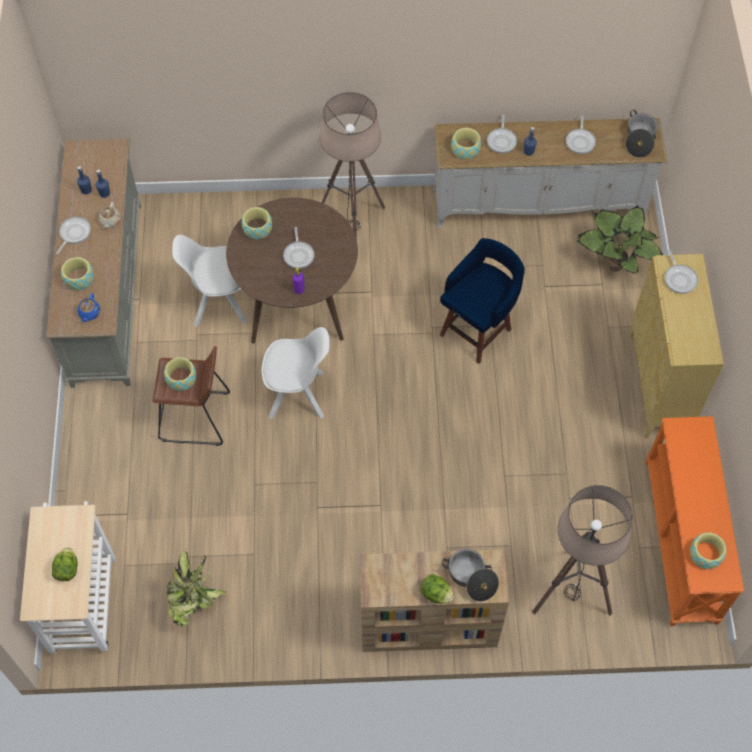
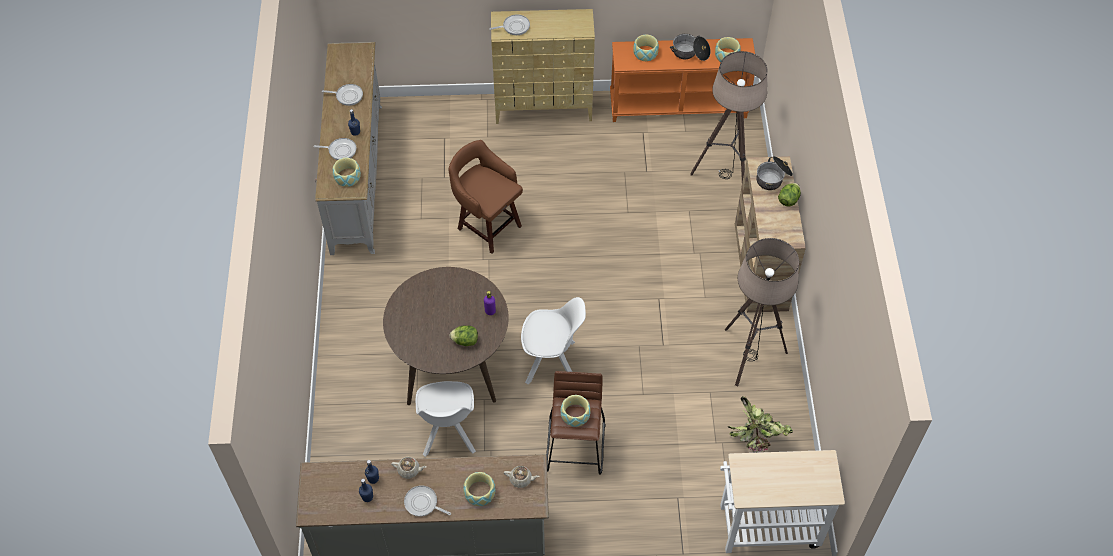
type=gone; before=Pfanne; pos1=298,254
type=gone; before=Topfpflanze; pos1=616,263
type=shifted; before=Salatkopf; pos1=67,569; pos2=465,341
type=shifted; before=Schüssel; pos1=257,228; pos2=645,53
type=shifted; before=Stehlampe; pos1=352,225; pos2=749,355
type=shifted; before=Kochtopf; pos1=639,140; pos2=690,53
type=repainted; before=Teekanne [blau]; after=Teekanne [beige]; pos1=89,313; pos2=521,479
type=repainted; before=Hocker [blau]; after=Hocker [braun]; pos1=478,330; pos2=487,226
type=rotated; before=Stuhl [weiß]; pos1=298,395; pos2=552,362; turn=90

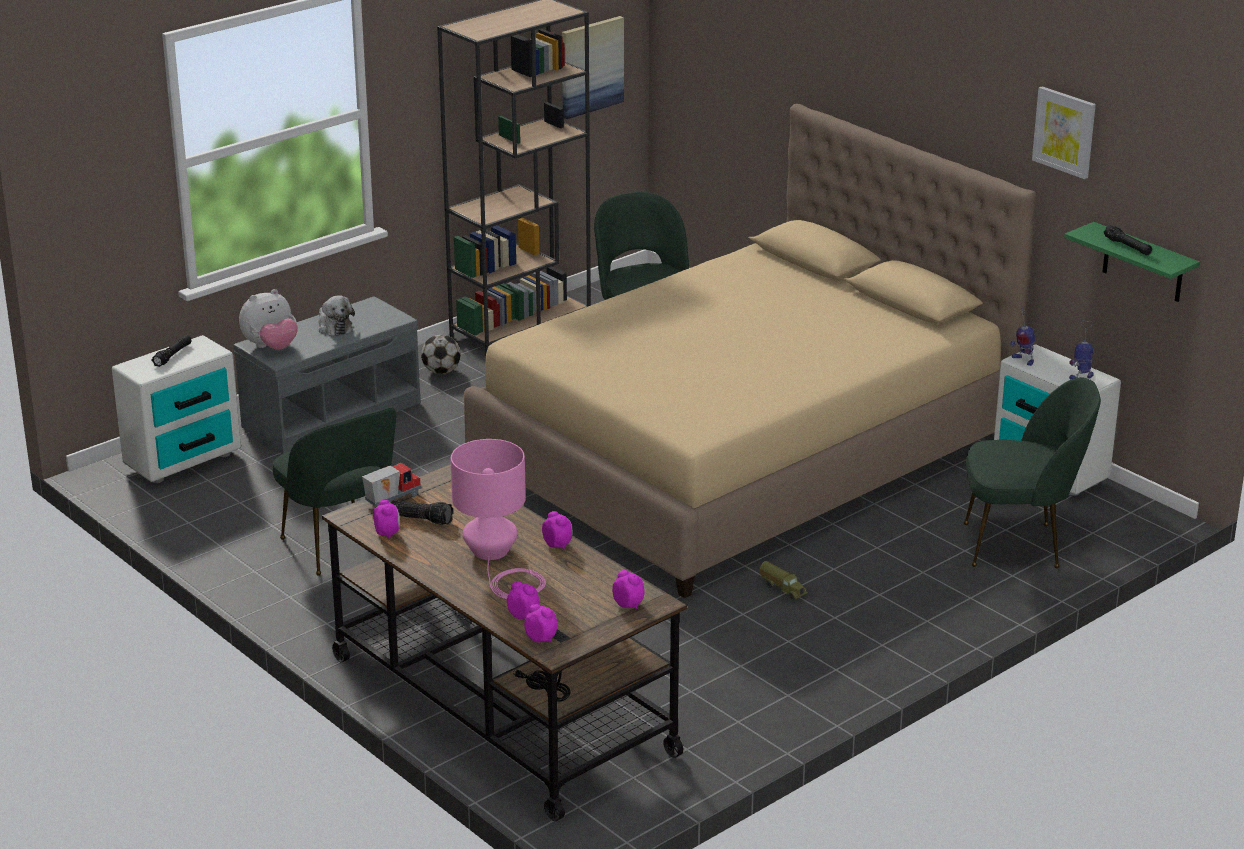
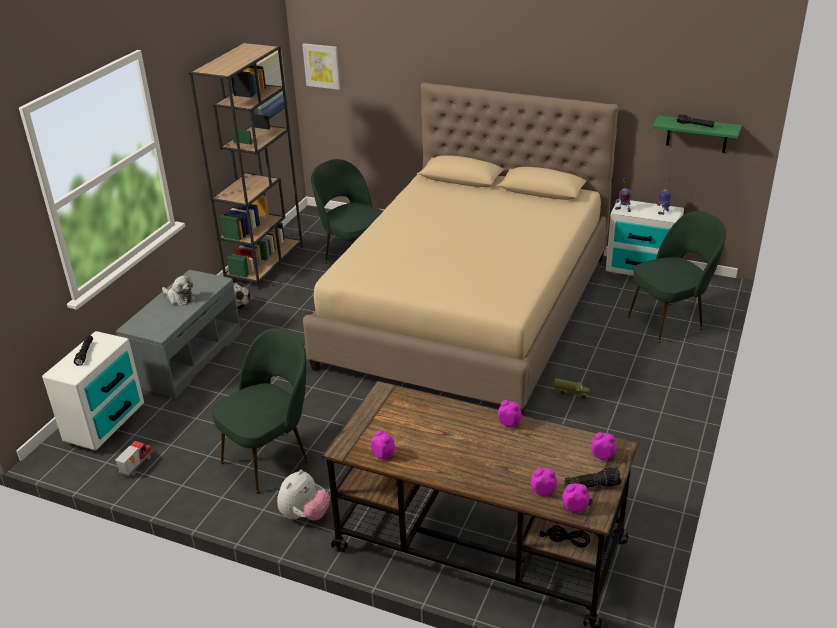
type=gone; before=Tischlampe [rosa]; pos1=500,564
type=shifted; before=Plüschtier; pos1=271,347; pos2=305,515
type=shifted; before=Spielzeuglaster; pos1=391,499; pos2=135,465
type=shifted; before=Taschenlampe; pos1=422,519; pos2=592,485
type=shifted; before=Bild; pos1=1065,132; pos2=322,66
type=rotated; before=Stuhl [grün]; pos1=341,550; pos2=271,459; turn=-75

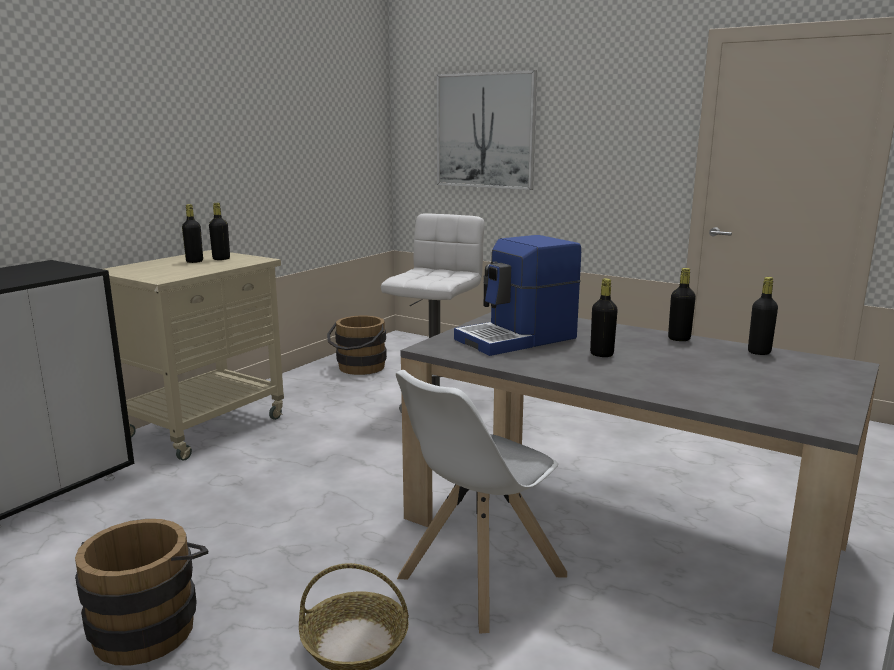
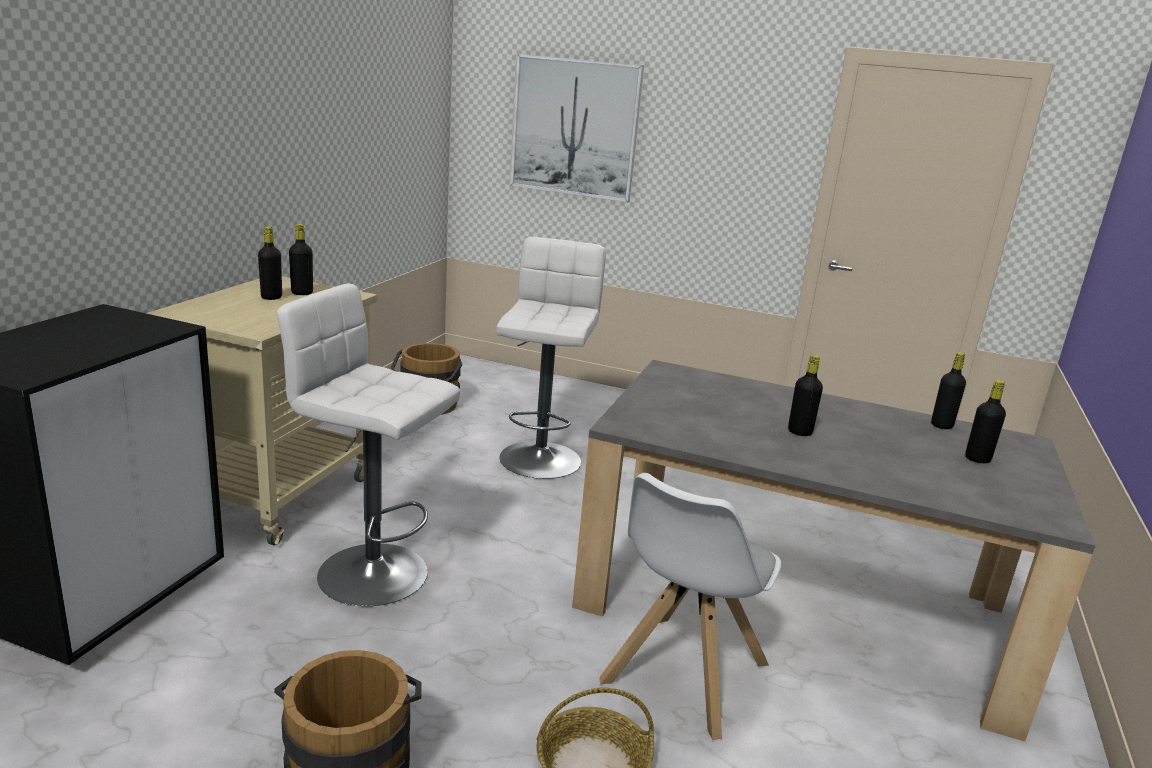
type=gone; before=Kaffeemaschine; pos1=518,339
type=new; after=Hocker [weiß]; pos2=372,573
type=shifted; before=Flasche [schwarz]; pos1=679,339; pos2=977,459

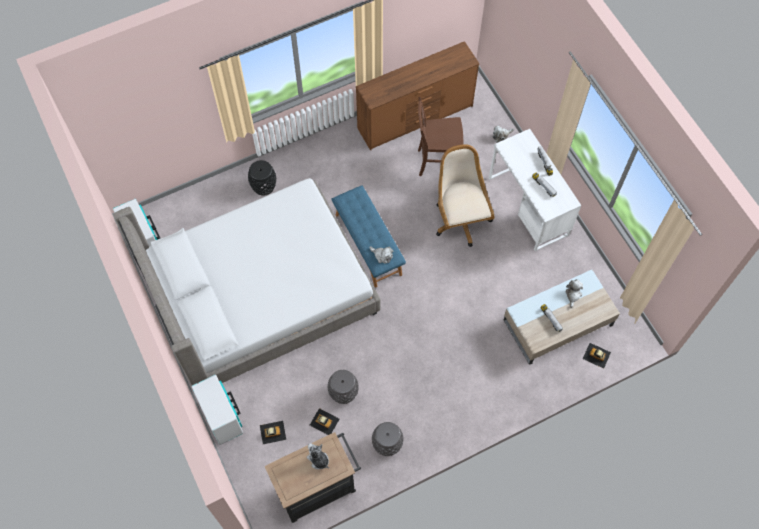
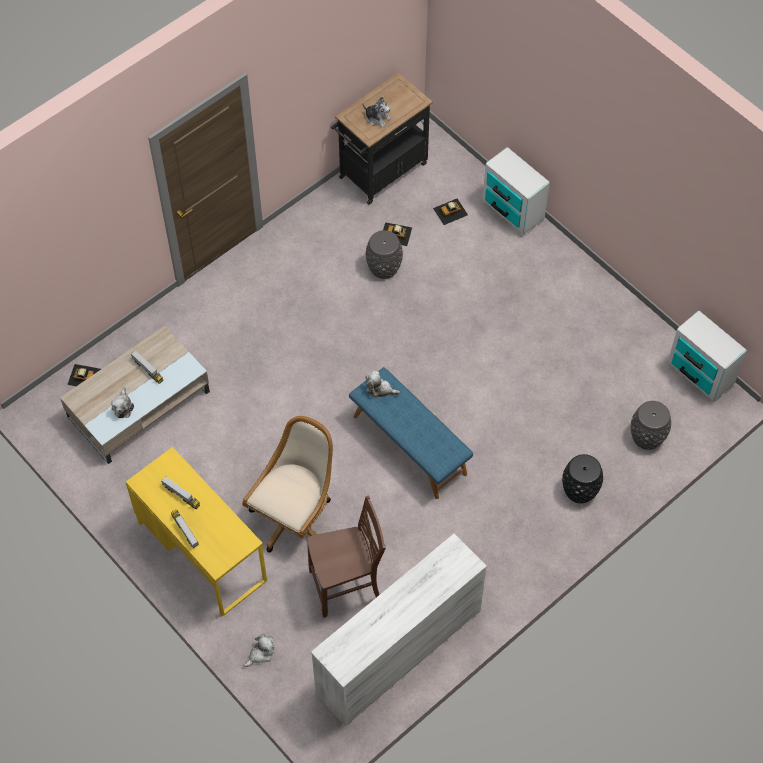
type=gone; before=Bett; pos1=261,292
type=shifted; before=Hocker [grau]; pos1=387,444; pos2=647,436
type=repainted; before=Kommode [braun]; after=Kommode [weiß]; pos1=416,118; pos2=397,651
type=repainted; before=Schreibtisch [weiß]; after=Schreibtisch [gelb]; pos1=528,206; pos2=202,551
type=rotated; before=Bürostuhl; pos1=460,216; pos2=294,513; turn=-120

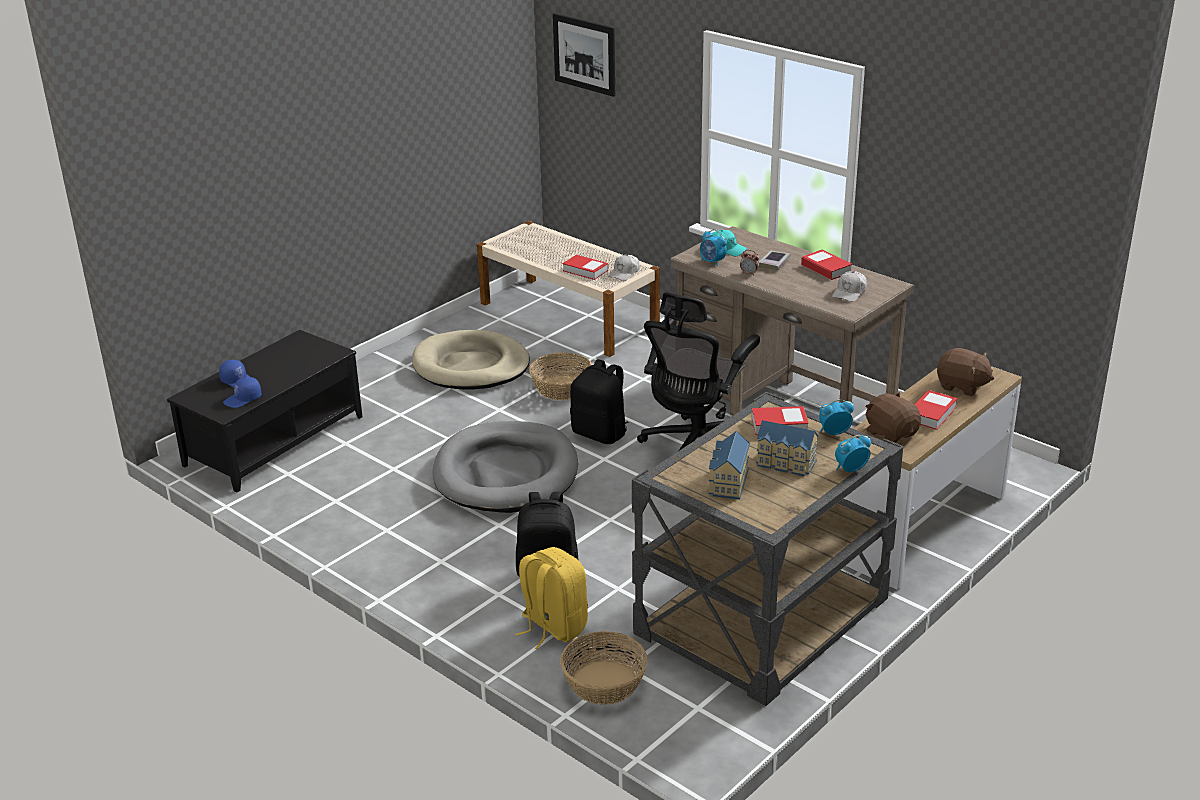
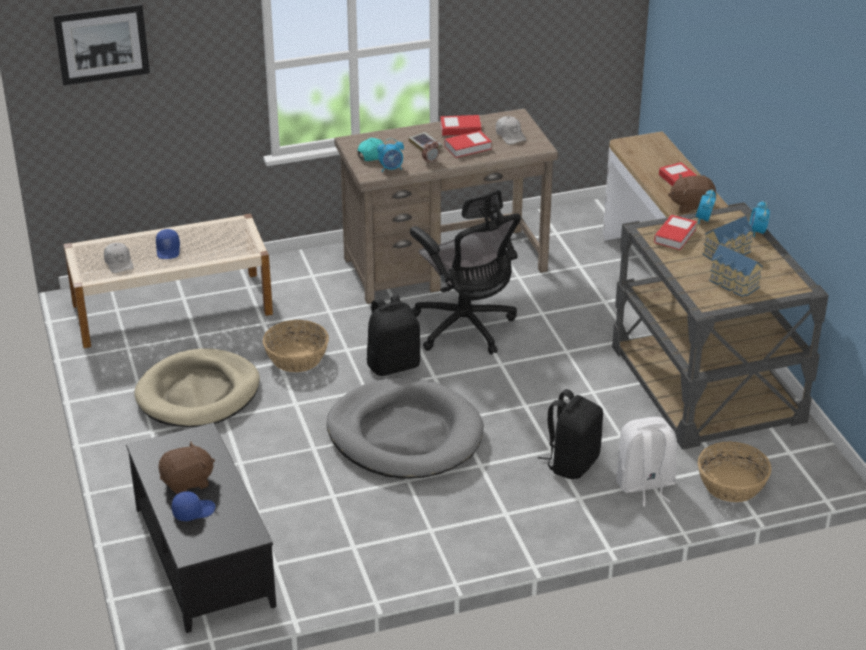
type=shifted; before=Kappe [blau]; pos1=243,399; pos2=168,250
type=shifted; before=Buch; pos1=585,270; pos2=468,147
type=shifted; before=Kappe [weiß]; pos1=624,273; pos2=119,263
type=shifted; before=Plüschtier [braun]; pos1=962,386; pos2=187,482
type=repainted; before=Rucksack [gelb]; after=Rucksack [weiß]; pos1=552,627; pos2=645,485

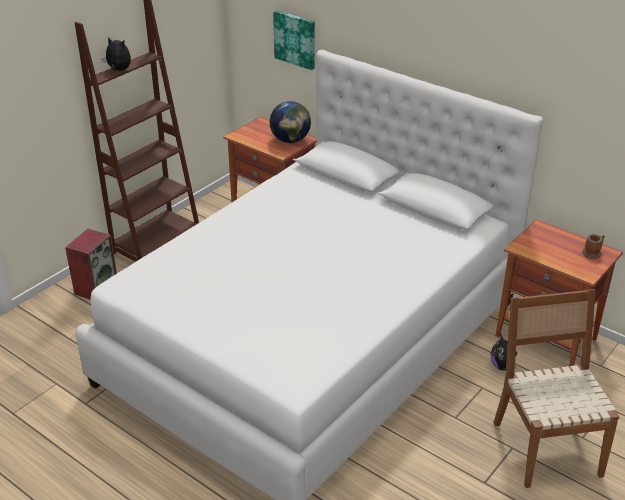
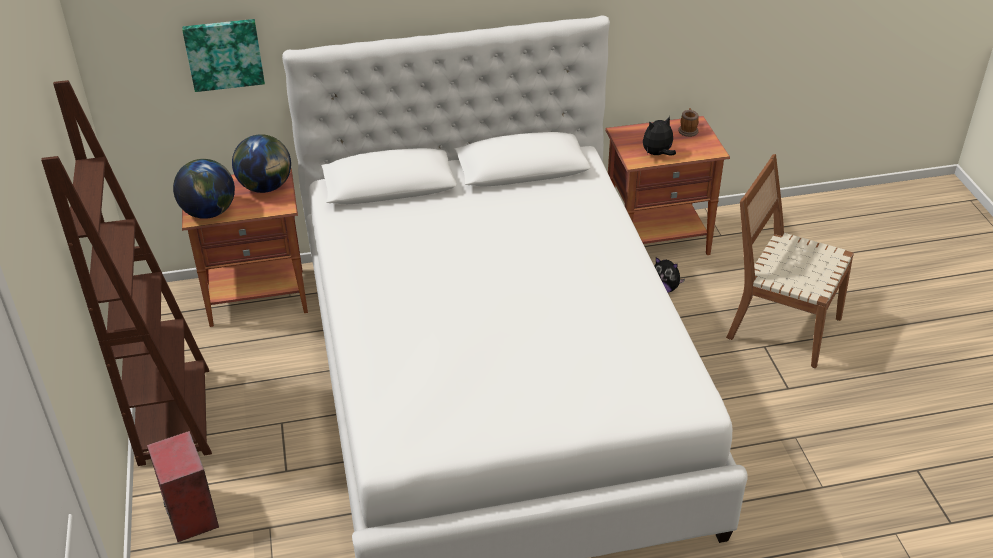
type=new; after=Globus; pos2=209,212
type=shifted; before=Plüschtier; pos1=118,70; pos2=657,154

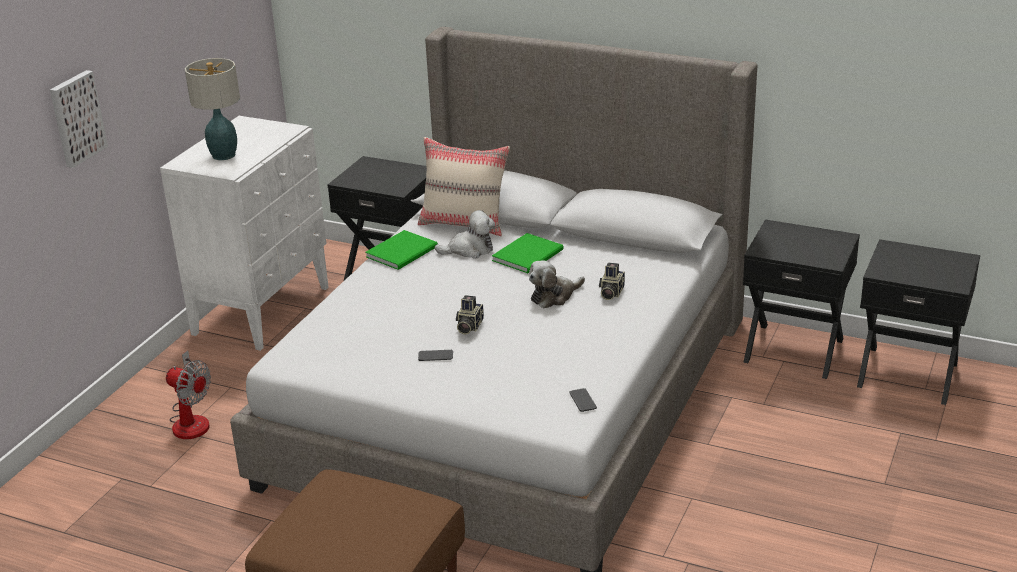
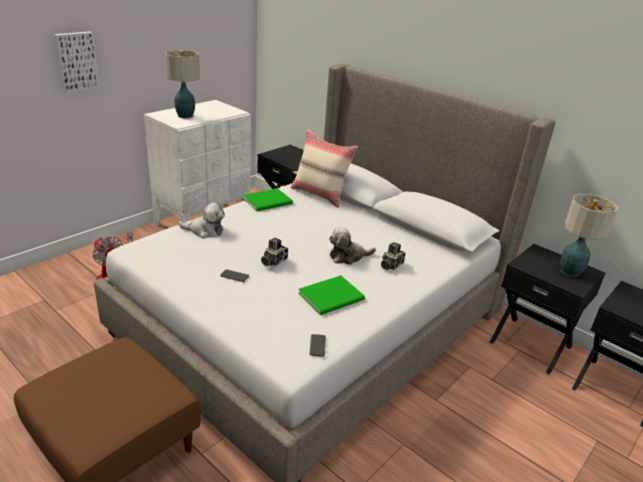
type=new; after=Tischlampe; pos2=570,271
type=shifted; before=Plüschtier; pos1=469,250; pos2=205,231
type=shifted; before=Buch [grün]; pos1=530,255; pos2=333,297

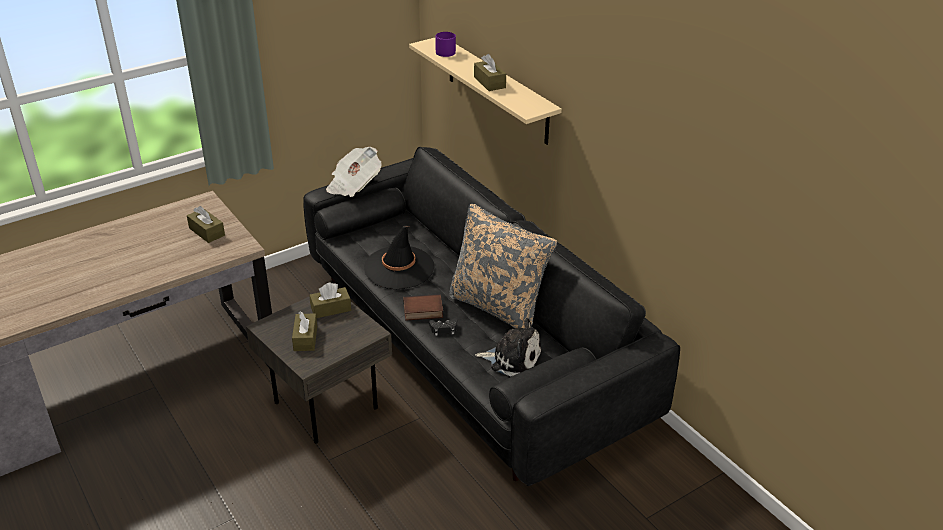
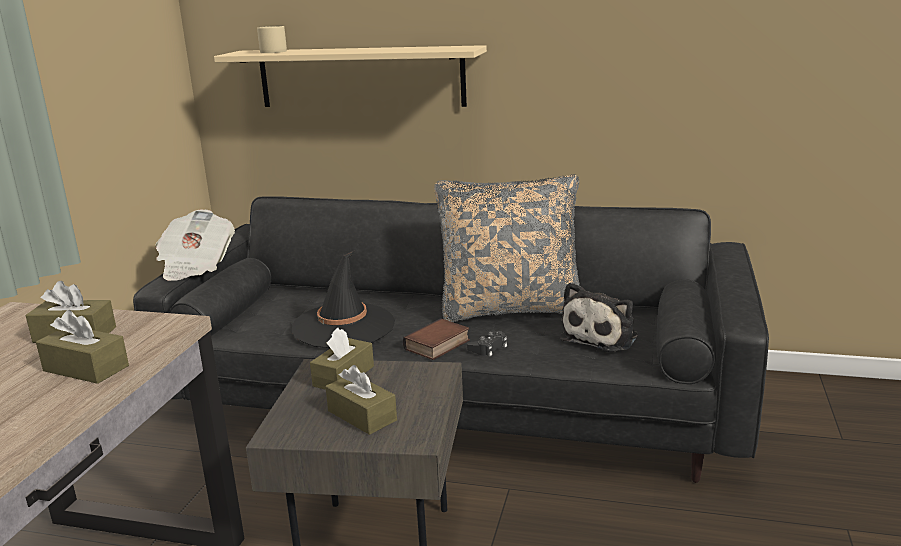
type=shifted; before=Taschentuchbox [braun]; pos1=489,82; pos2=86,368
type=repainted; before=Henkelbecher [lila]; after=Henkelbecher [beige]; pos1=445,51; pos2=271,51
type=rotated; before=Plüschtier; pos1=512,359; pos2=602,336; turn=150

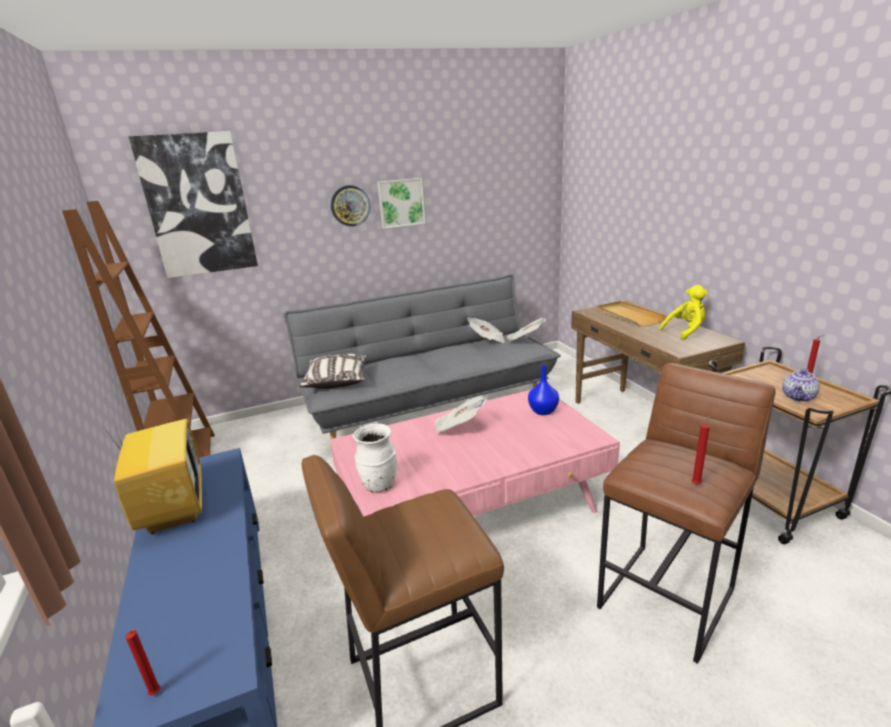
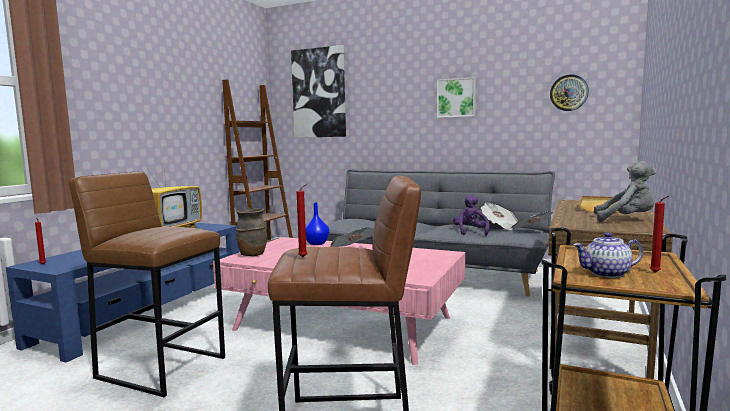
type=gone; before=Kissen; pos1=336,380
type=new; after=Plüschtier [lila]; pos2=470,232
type=shifted; before=Wanduhr; pos1=350,205; pos2=569,93
type=shifted; before=Vase [blau]; pos1=542,411; pos2=316,243
type=repainted; before=Vase [weiß]; after=Vase [braun]; pos1=378,485; pos2=252,255
type=repainted; before=Plüschtier [gelb]; after=Plüschtier [grau]; pos1=685,331; pos2=626,220

